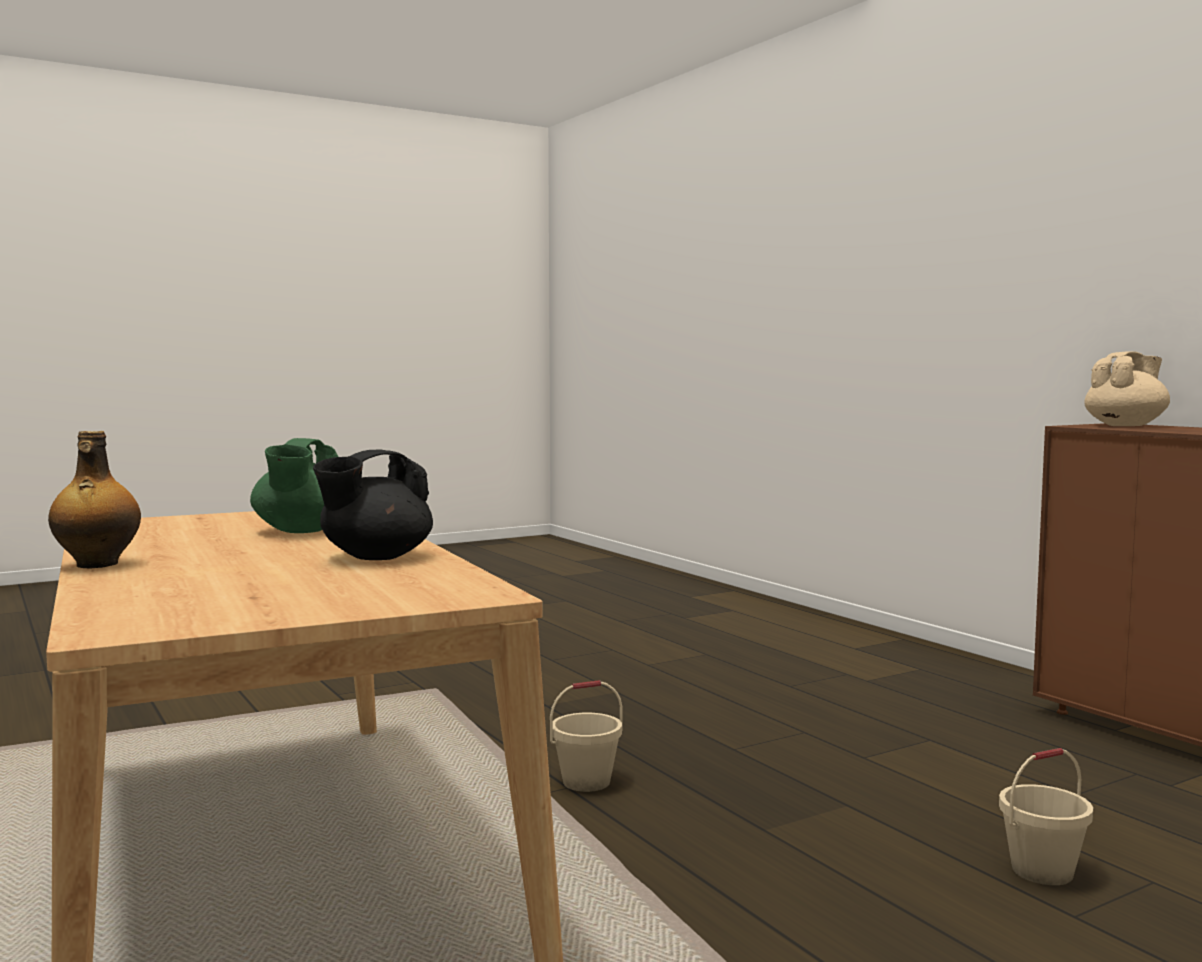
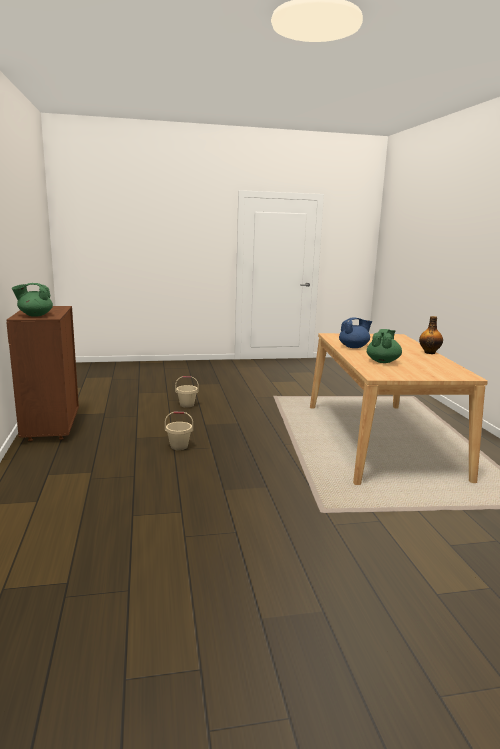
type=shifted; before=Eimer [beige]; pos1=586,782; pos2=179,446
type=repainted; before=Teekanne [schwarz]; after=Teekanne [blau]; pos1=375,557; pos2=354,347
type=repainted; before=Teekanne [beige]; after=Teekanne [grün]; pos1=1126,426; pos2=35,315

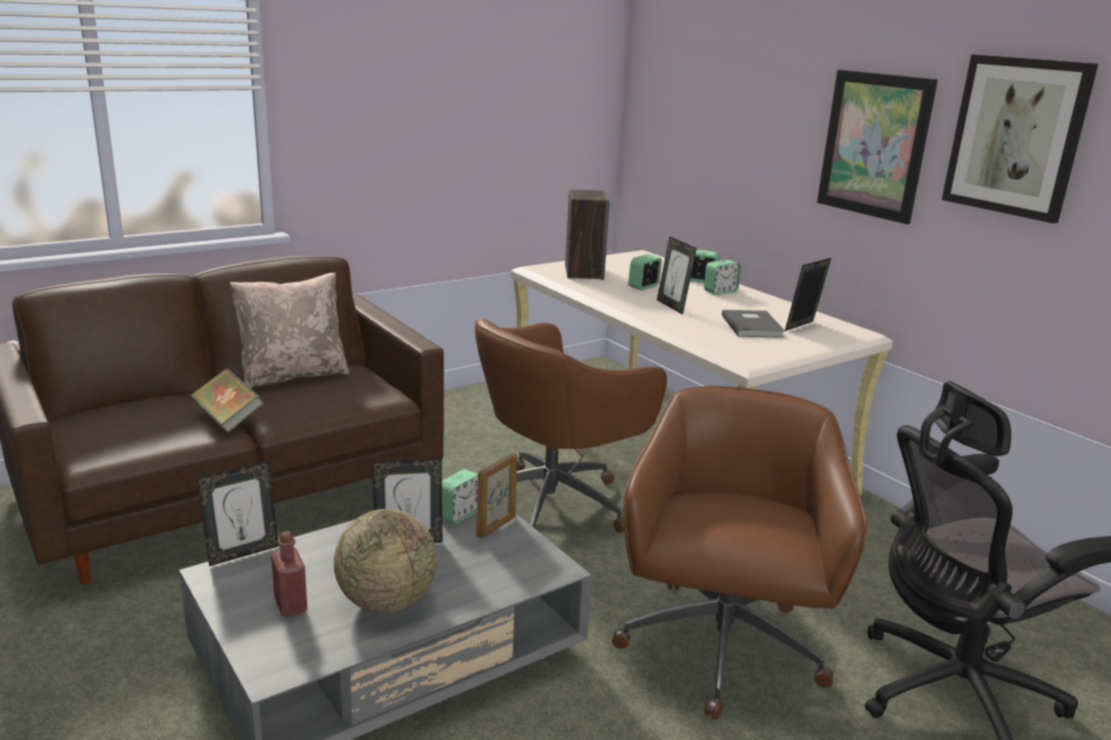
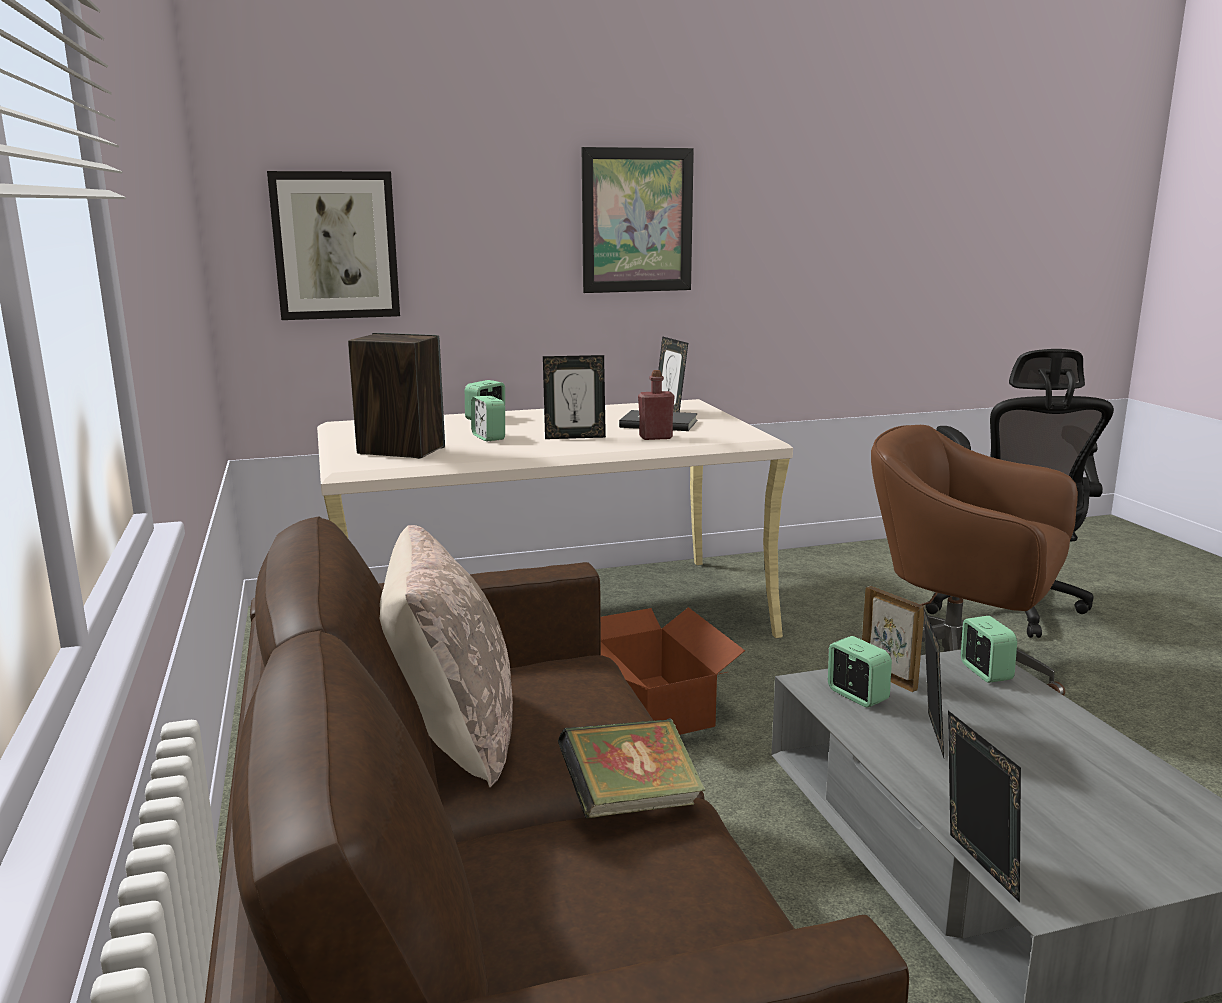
type=gone; before=Globus; pos1=386,602
type=shifted; before=Flasche [rot]; pos1=290,605; pos2=655,437
type=shifted; before=Wecker; pos1=720,291; pos2=985,672
type=shifted; before=Bild; pos1=1016,136; pos2=335,245
type=swapped; before=Bürostuhl [braun]; after=Karton; pos1=554,503; pos2=654,708

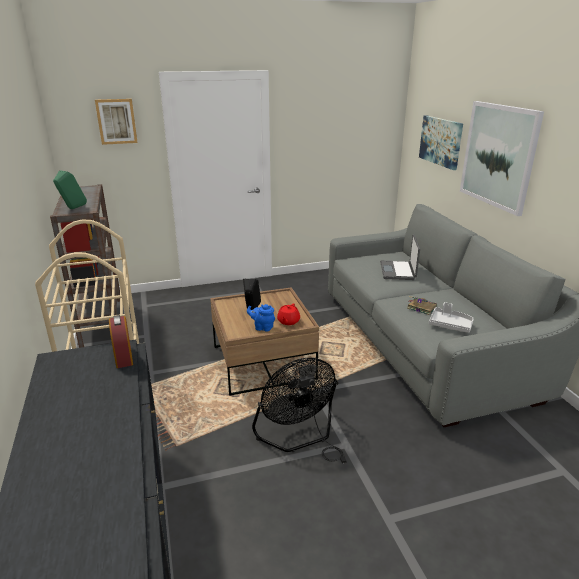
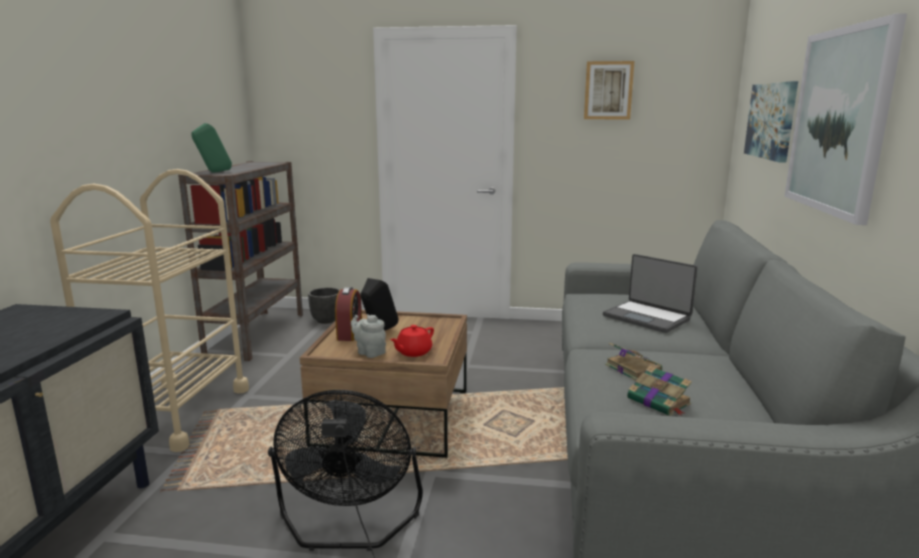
type=new; after=Pflanzkübel [schwarz]; pos2=326,320
type=shifted; before=Bild; pos1=116,121; pos2=608,90
type=shifted; before=Wecker; pos1=123,357; pos2=349,333
type=swapped; before=Tablett [grau]; after=Buch; pos1=450,325; pos2=660,402
type=repainted; before=Teekanne [blau]; after=Teekanne [grau]; pos1=262,327; pos2=369,352
type=rotated; before=Laptop; pos1=398,271; pos2=647,317; turn=-75

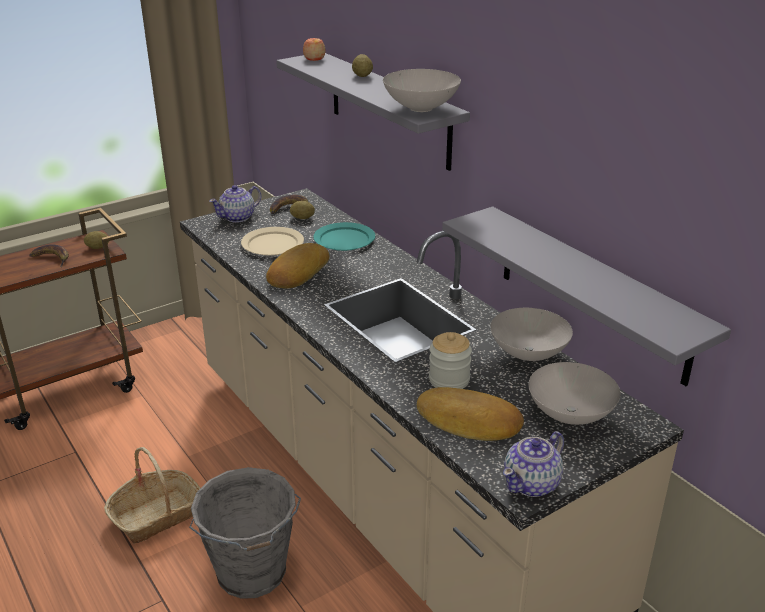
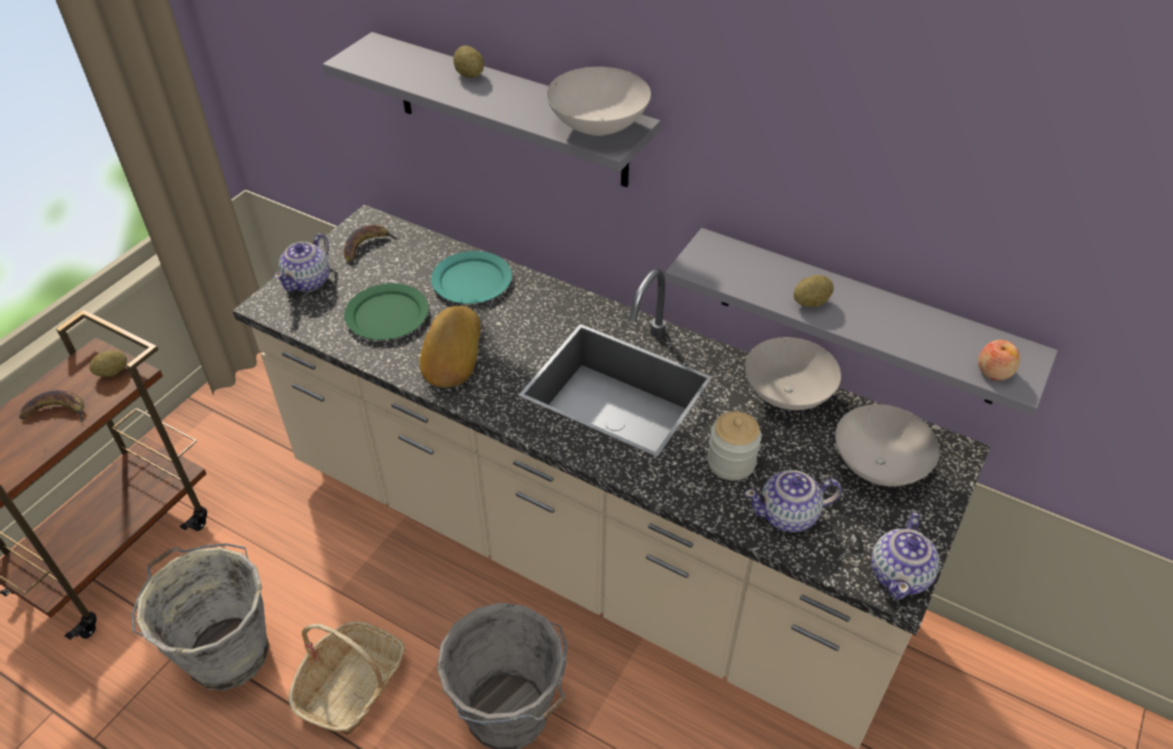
type=new; after=Eimer [grau]; pos2=227,652
type=shifted; before=Kartoffel; pos1=302,218; pos2=811,302
type=shifted; before=Apfel; pos1=314,59; pos2=994,371
type=swapped; before=Brot; after=Teekanne; pos1=469,422; pos2=789,515
type=repainted; before=Teller [beige]; after=Teller [grün]; pos1=273,244; pos2=388,315

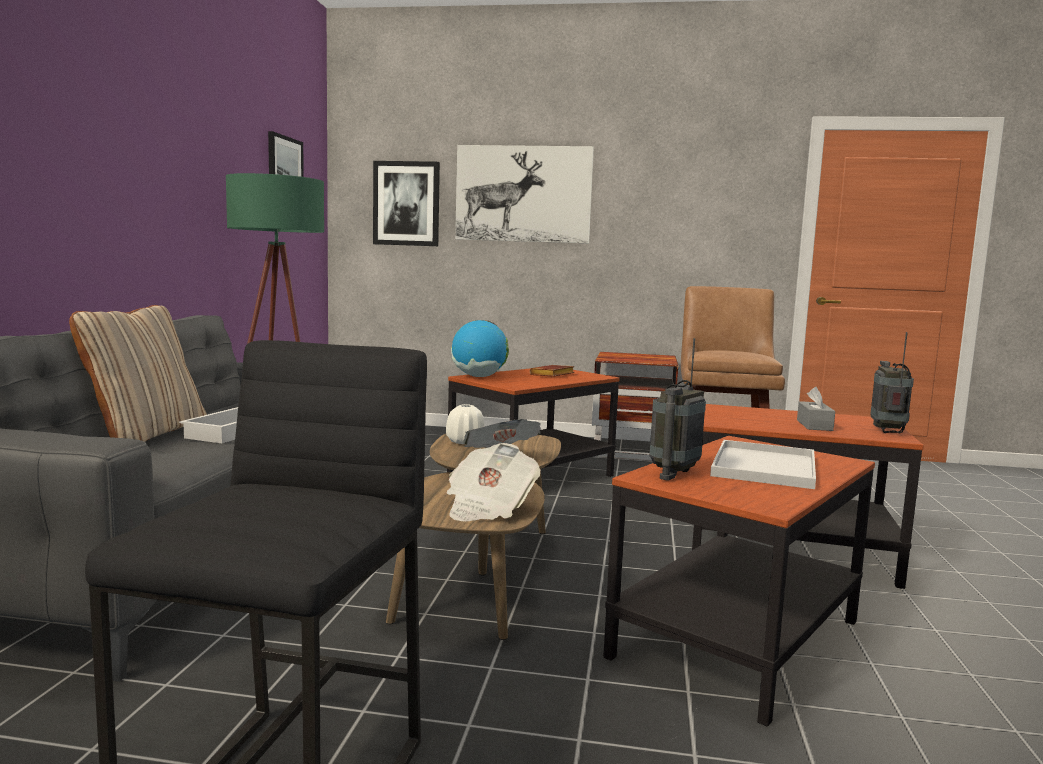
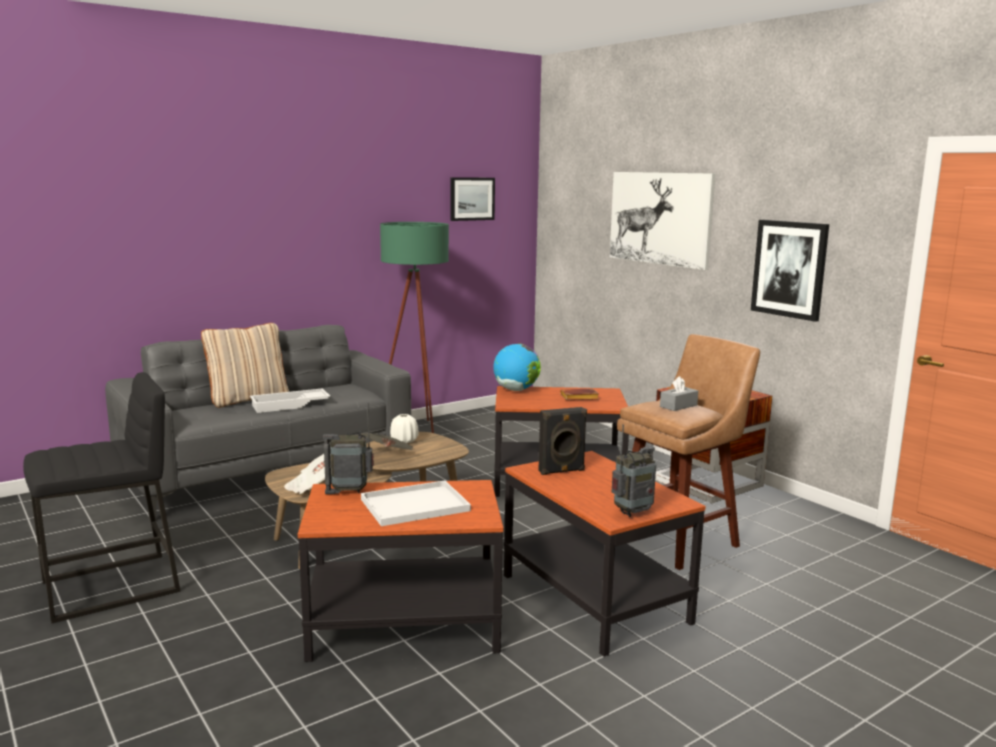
type=new; after=Lautsprecher [schwarz]; pos2=562,471
type=shifted; before=Bild; pos1=406,203; pos2=789,269
type=shifted; before=Taschentuchbox [grau]; pos1=814,425; pos2=678,406

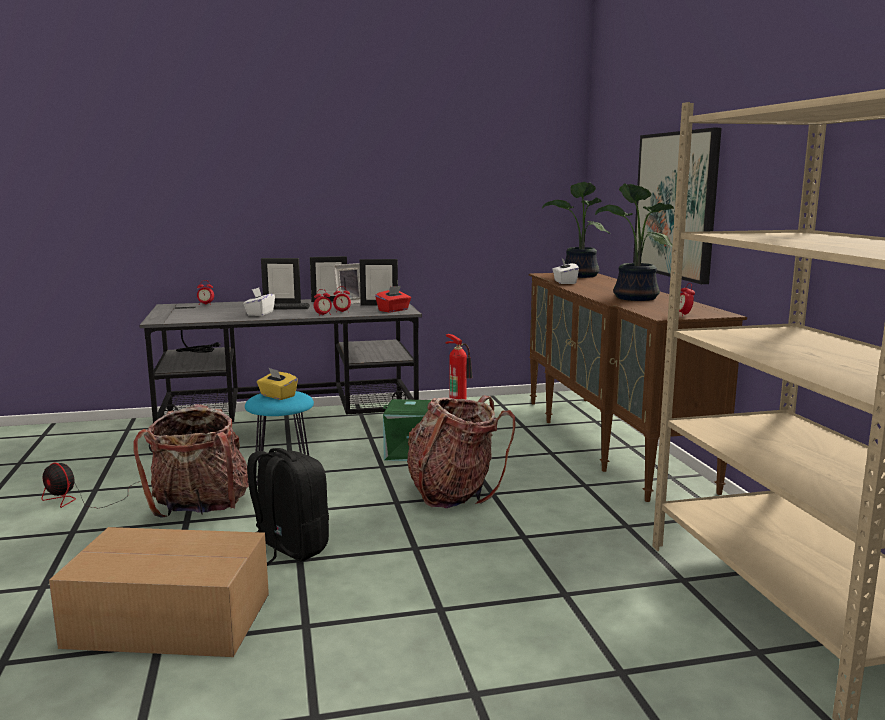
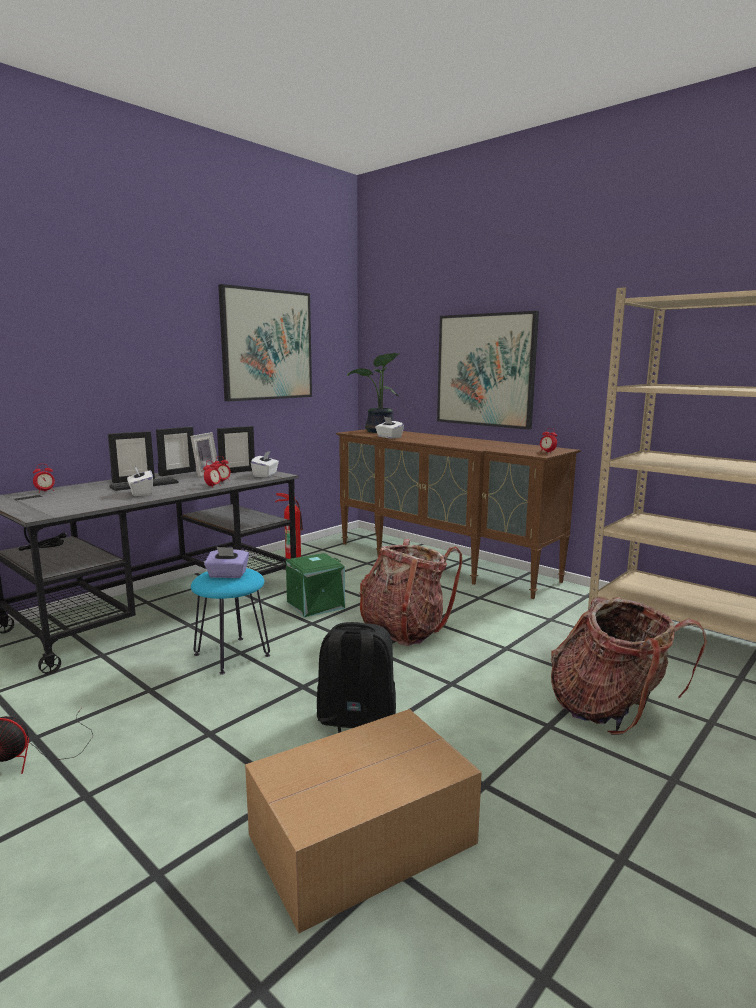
type=gone; before=Topfpflanze; pos1=632,298
type=new; after=Bild; pos2=267,345
type=shifted; before=Rucksack; pos1=200,508; pos2=611,711
type=repainted; before=Taschentuchbox [gelb]; after=Taschentuchbox [lila]; pos1=277,396; pos2=227,575
type=repainted; before=Taschentuchbox [rot]; after=Taschentuchbox [weiß]; pos1=393,310; pos2=265,475

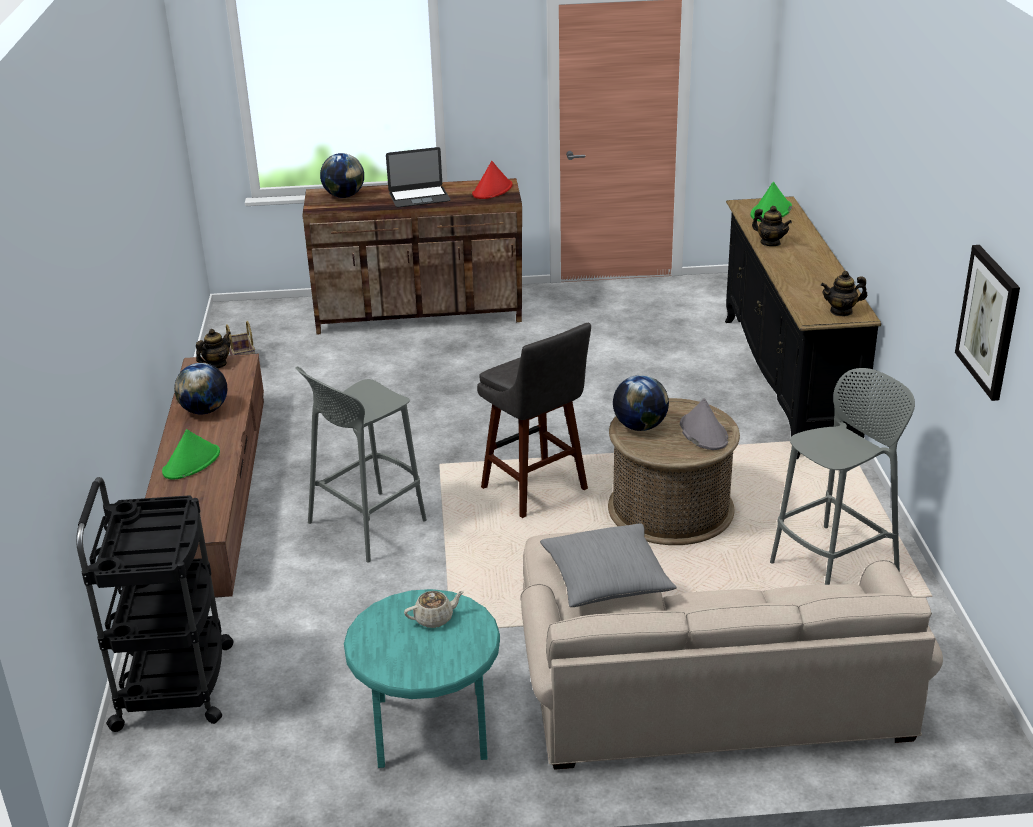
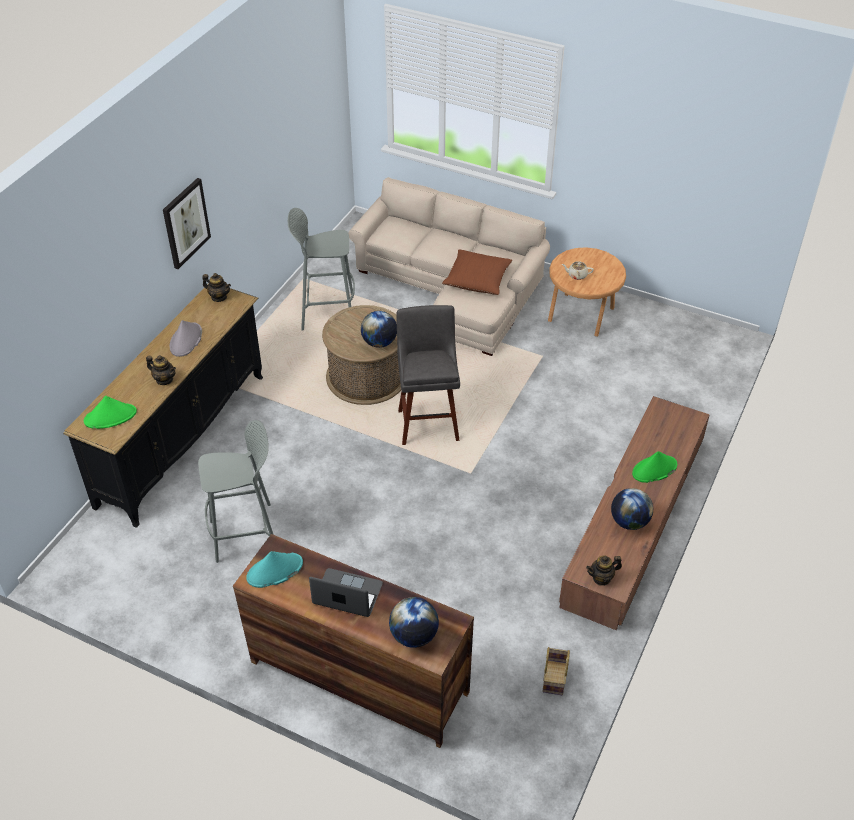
type=gone; before=Rollwagen [schwarz]; pos1=174,686
type=shifted; before=Hocker [grau]; pos1=368,525; pos2=247,535
type=shifted; before=Hut [grau]; pos1=703,433; pos2=186,340
type=shifted; before=Bild; pos1=989,321; pos2=185,223
type=repainted; before=Beistelltisch [türkis]; after=Beistelltisch [braun]; pos1=428,728; pos2=582,316
type=repainted; before=Hut [rot]; after=Hut [türkis]; pos1=492,190; pos2=274,571
type=repainted; before=Kissen [grau]; after=Kissen [braun]; pos1=606,579; pos2=477,279
type=rotated; before=Teekanne; pos1=770,243; pos2=164,380; turn=135

